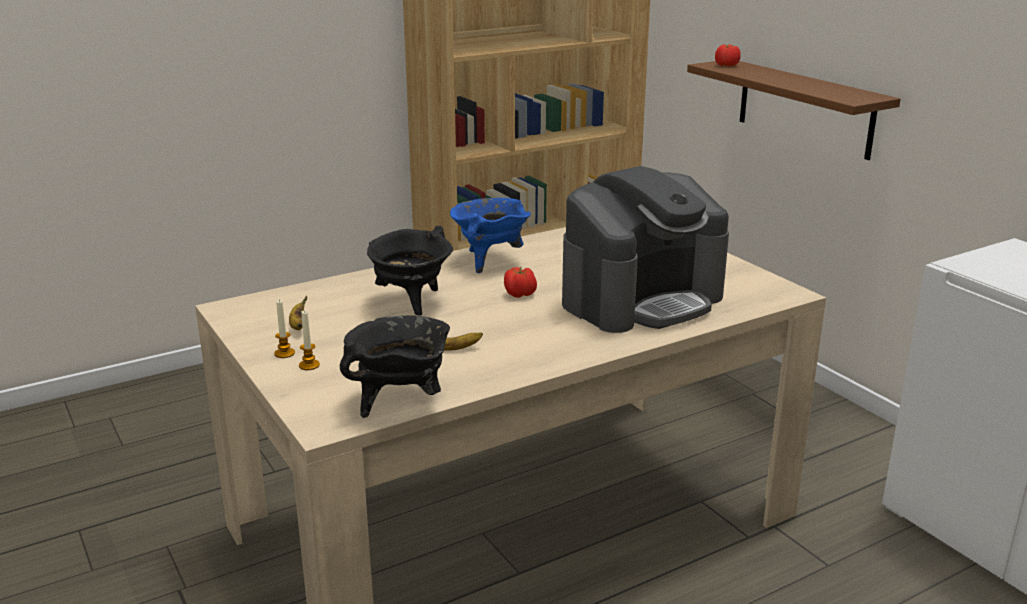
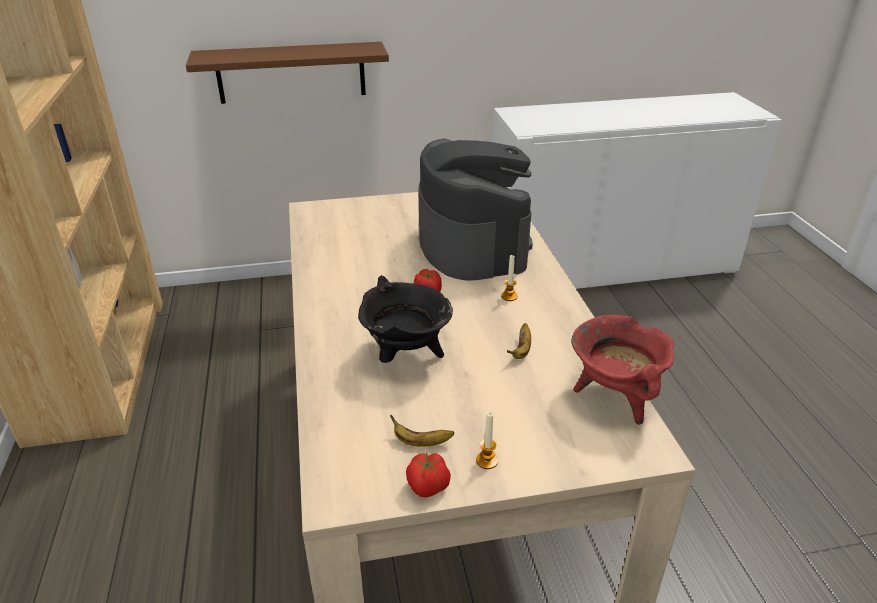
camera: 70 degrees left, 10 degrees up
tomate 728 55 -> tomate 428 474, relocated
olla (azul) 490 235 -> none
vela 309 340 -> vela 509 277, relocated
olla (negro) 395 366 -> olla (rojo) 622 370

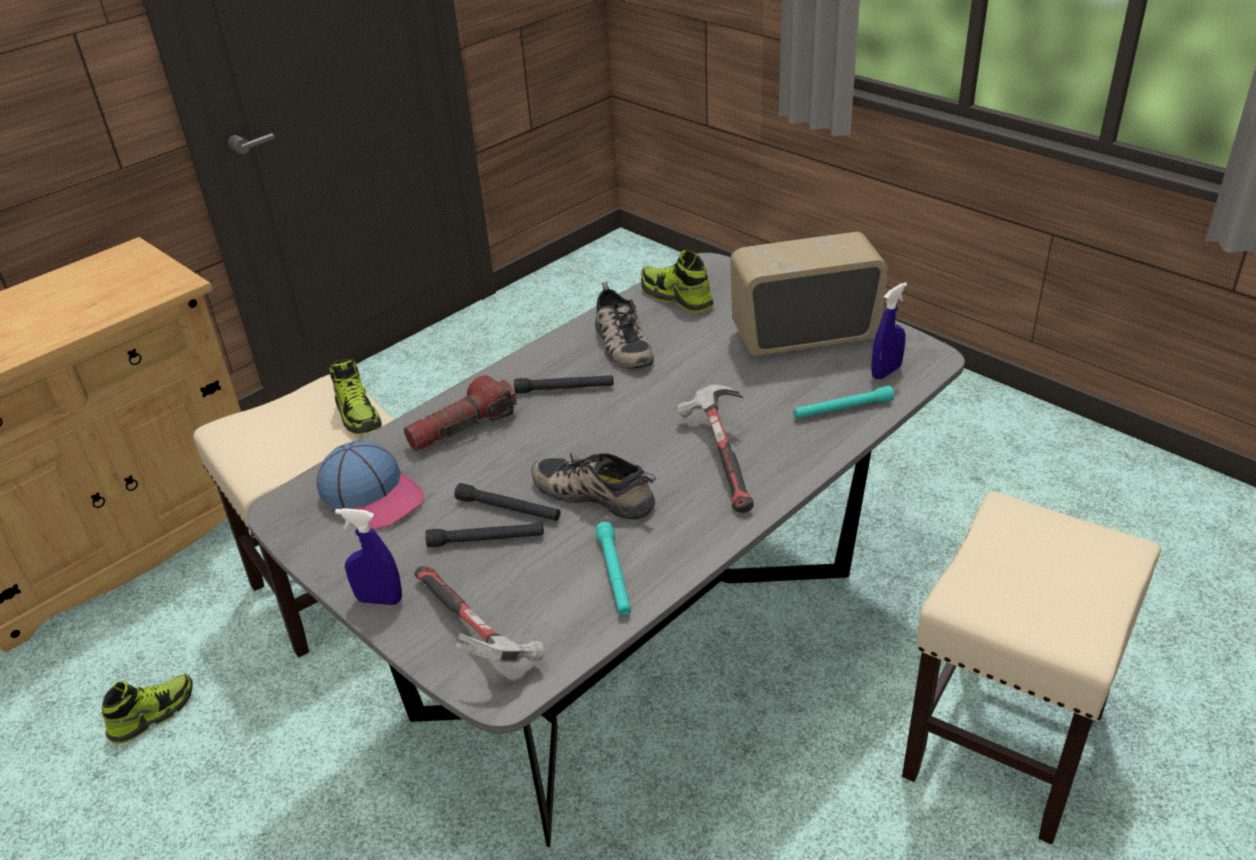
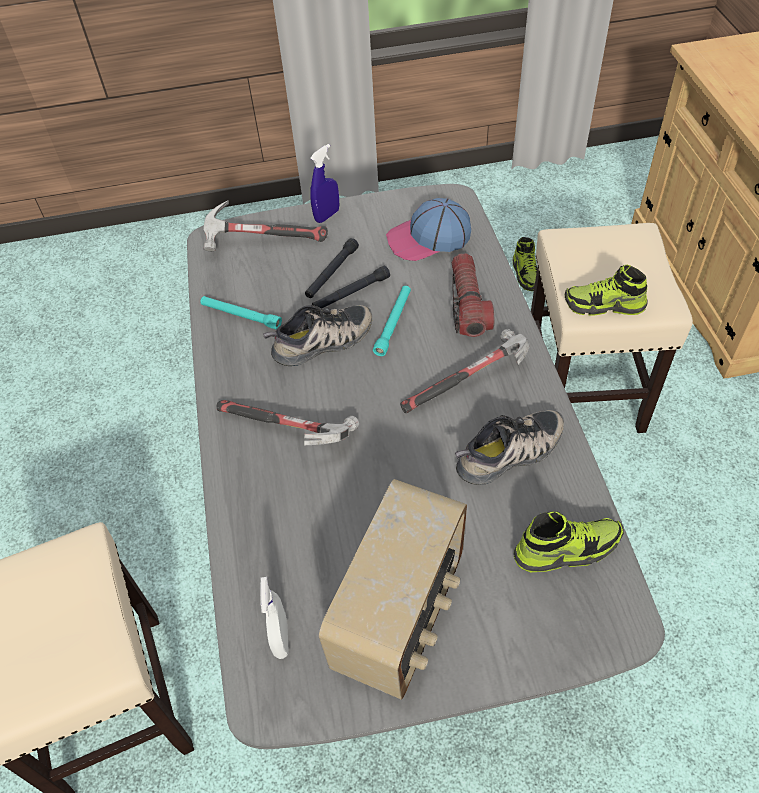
camera: 125 degrees right, 15 degrees up
zapato 624 326 -> zapato 509 447, 135 degrees clockwise
pulverizador (azul) 889 330 -> pulverizador (blanco) 274 618
linterna (negro) 564 384 -> martillo 464 371
linterna (turquesa) 843 402 -> linterna (turquesa) 392 321, relocated

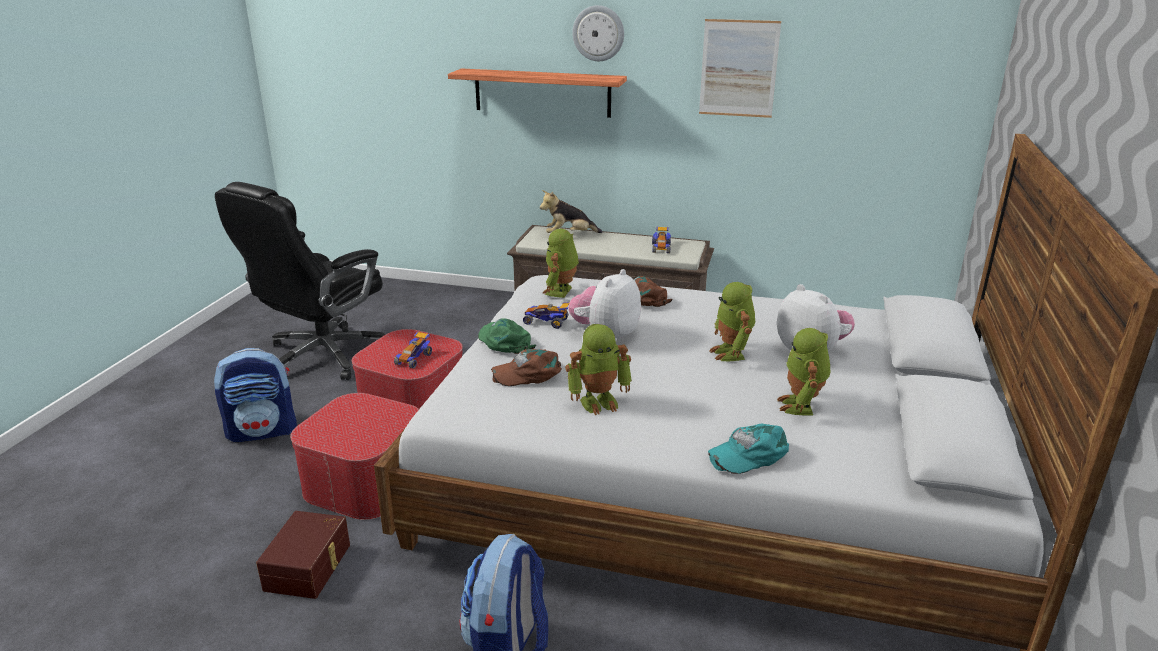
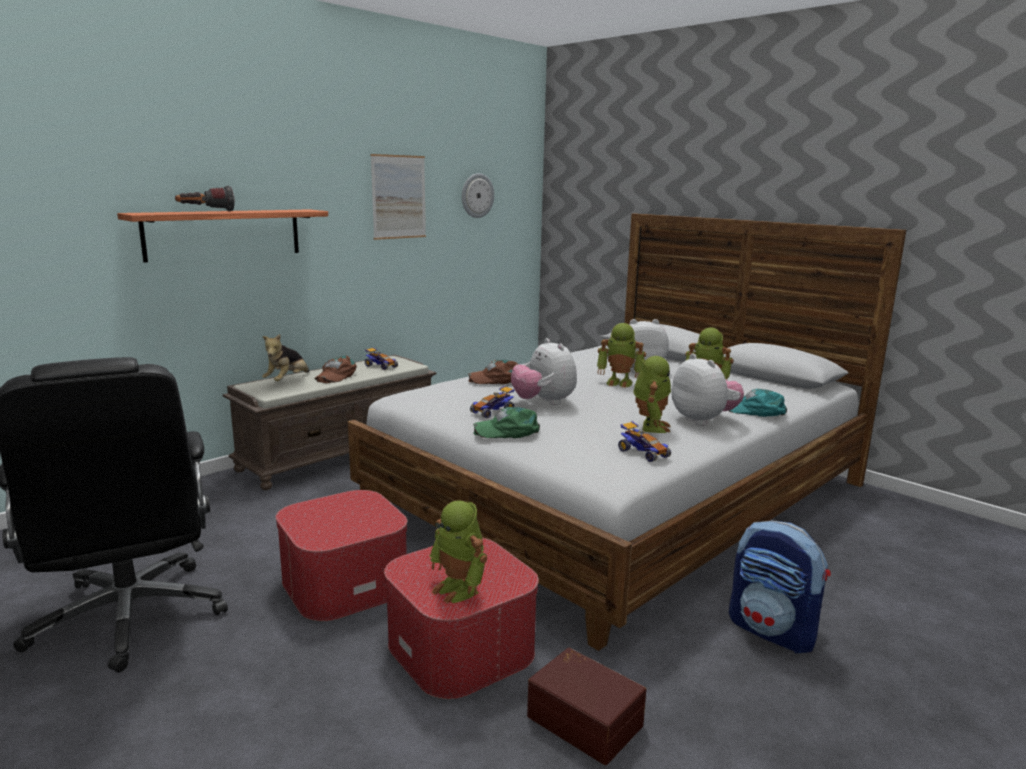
camera: 60 degrees left, 10 degrees down
reloj de pared 598 33 -> reloj de pared 478 195, relocated
robot de juguete 561 263 -> robot de juguete 458 551, relocated
coche de juguete 413 349 -> coche de juguete 644 441, relocated
mochila 255 395 -> none
gorra (marrón) 526 367 -> gorra (marrón) 336 369, relocated
gorra (turquesa) 748 449 -> gorra (turquesa) 758 403, 105 degrees clockwise
none -> linterna 205 198
none -> peluche 707 390

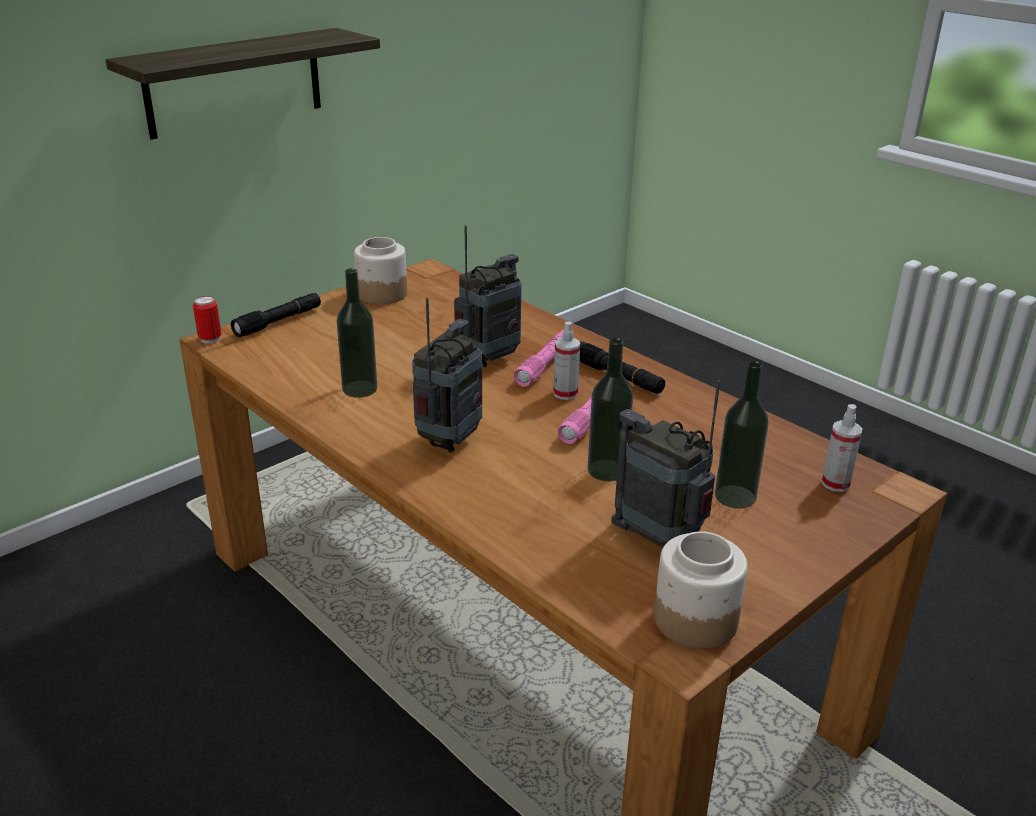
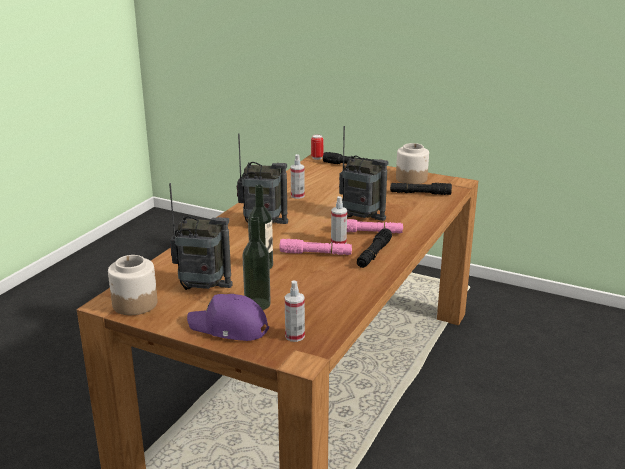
camera: 70 degrees right, 5 degrees down
estante 243 84 -> none
botella 357 333 -> pulverizador 298 176
radio 665 464 -> radio 201 236, 75 degrees clockwise
none -> linterna (negro) 421 189
none -> gorra (morado) 228 317

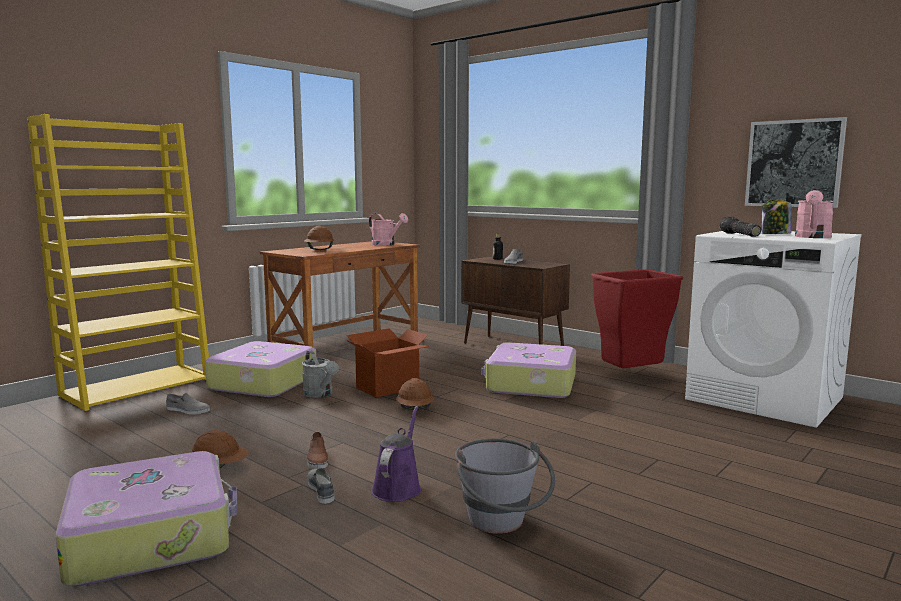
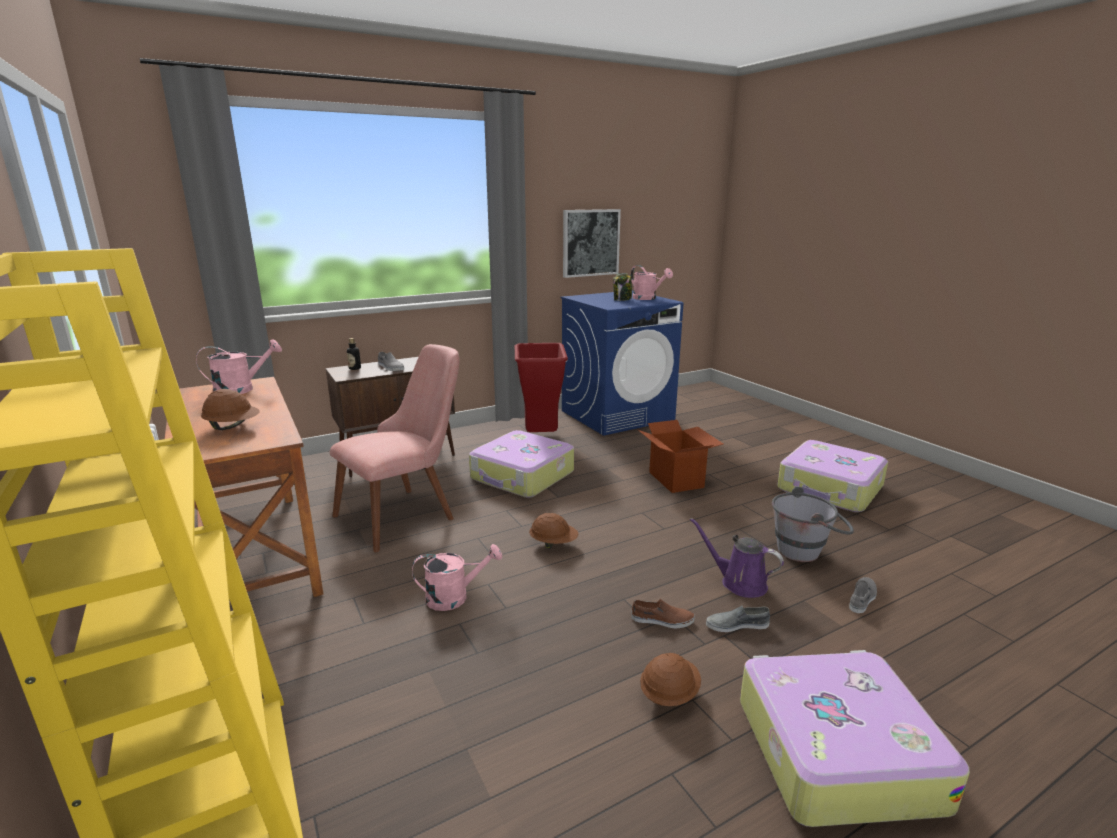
camera: 70 degrees left, 10 degrees up
linterna 740 227 -> none
lavadora (blanco) 773 329 -> lavadora (azul) 622 363
caja de cartón 387 363 -> caja de cartón 680 456, relocated
maleta 260 369 -> maleta 832 476, relocated
regadera (gris) 320 374 -> regadera (rosa) 457 577
zapato (gris) 188 403 -> zapato (gris) 863 595, relocated
none -> silla (rosa) 395 448

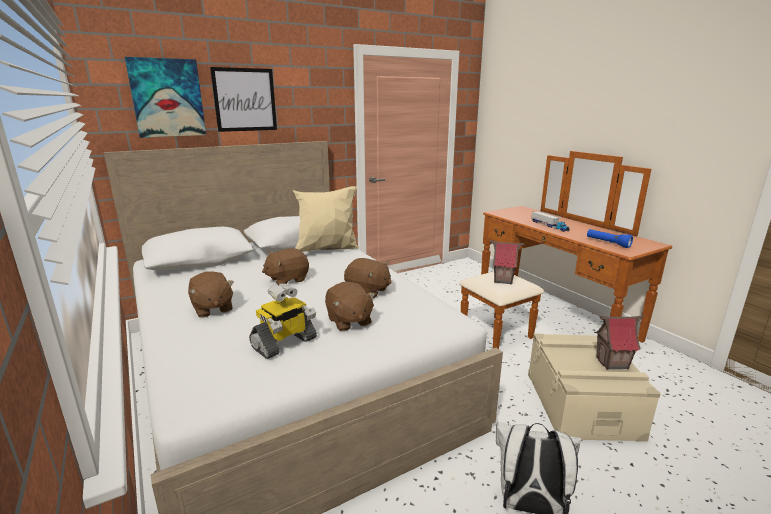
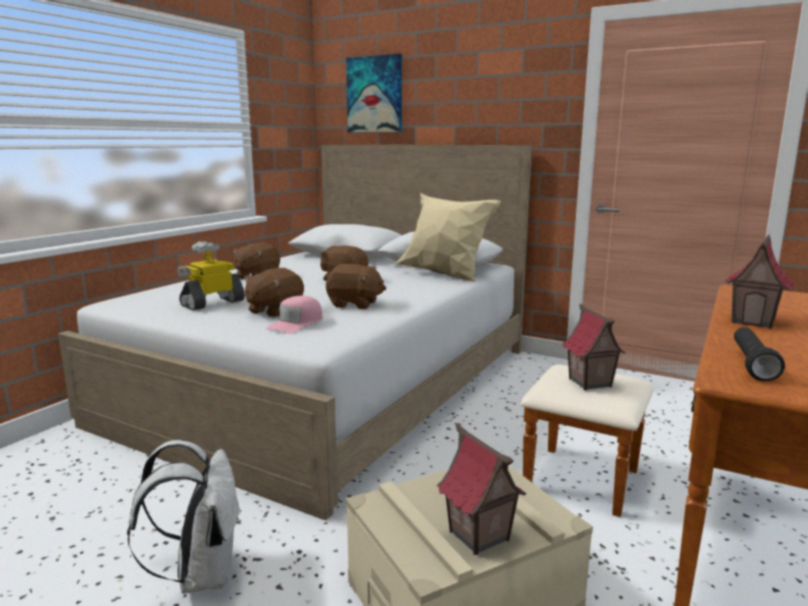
camera: 60 degrees right, 5 degrees down
cuadro 243 99 -> none
camión de juguete 551 221 -> casita 760 282
linterna (azul) 610 238 -> linterna (negro) 759 354
peluche (marrón) 367 278 -> peluche (marrón) 356 286, 75 degrees counterclockwise
robot de juguete 283 321 -> robot de juguete 211 275, 120 degrees clockwise
none -> gorra (rosa) 294 315

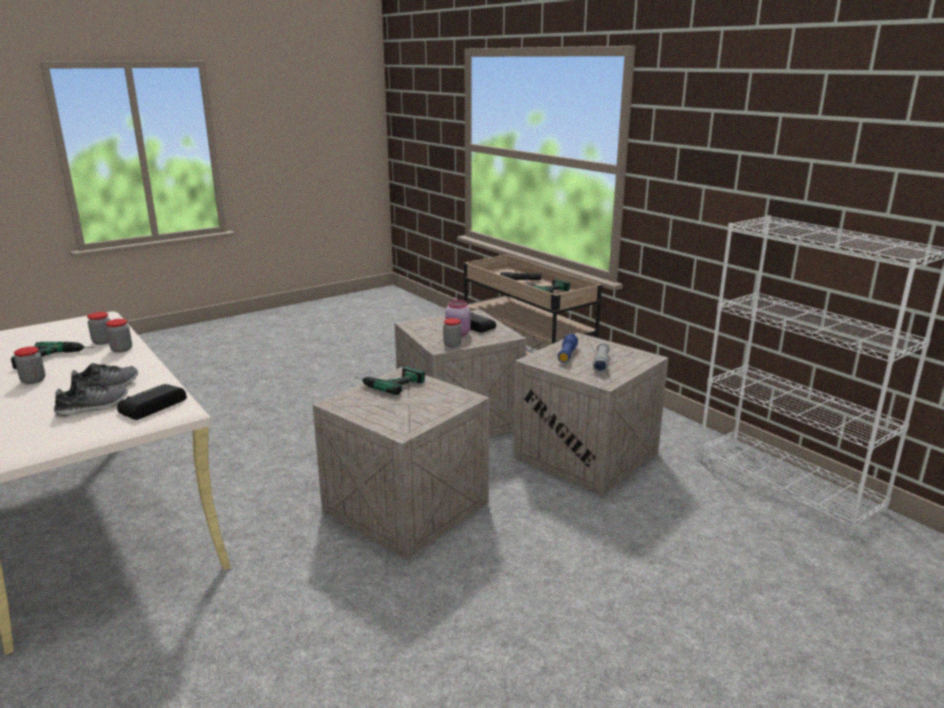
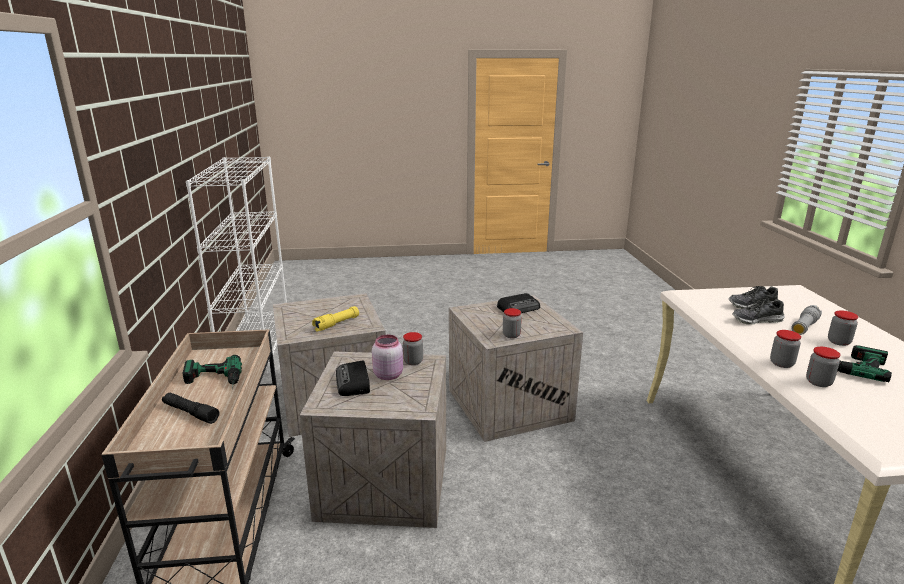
camera: 150 degrees left, 0 degrees up
linterna (azul) 568 348 -> linterna (amarillo) 335 318
linterna (gris) 601 357 -> linterna (gris) 806 320, relocated
taladro 390 380 -> tarro 512 323
radio 152 402 -> radio 518 303, relocated

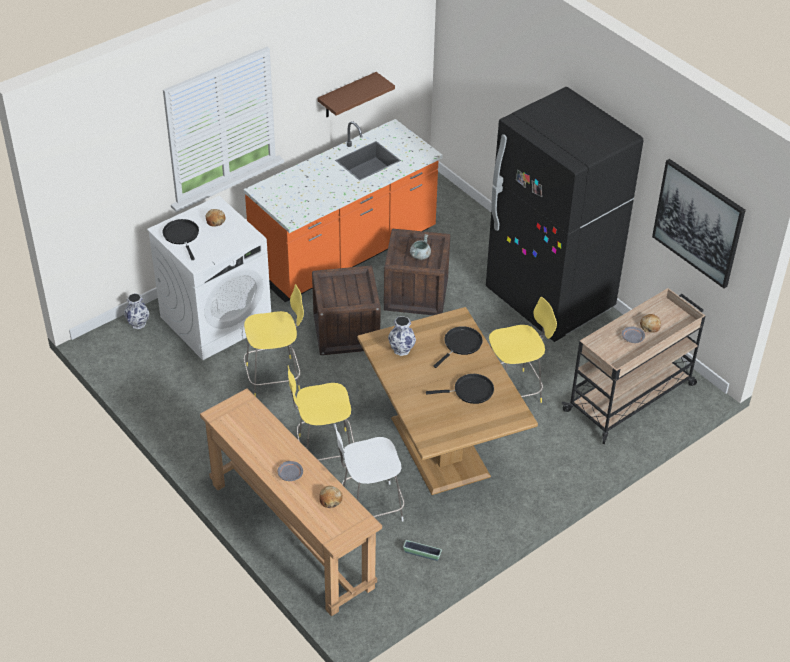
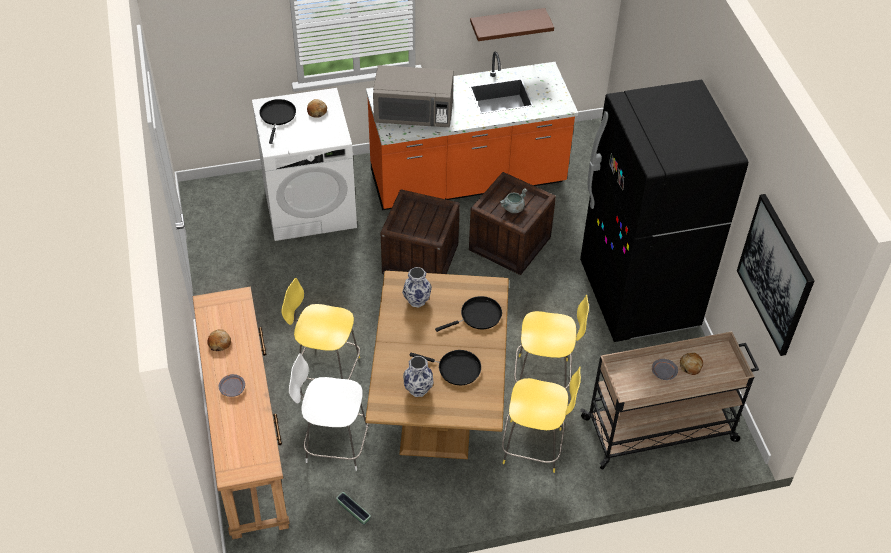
camera: 25 degrees right, 5 degrees up
taburete (amarillo) 274 340 -> taburete (amarillo) 541 420, relocated
florero 137 311 -> florero 418 376, relocated
pan 330 497 -> pan 219 340, relocated
none -> microondas (gris) 413 96

